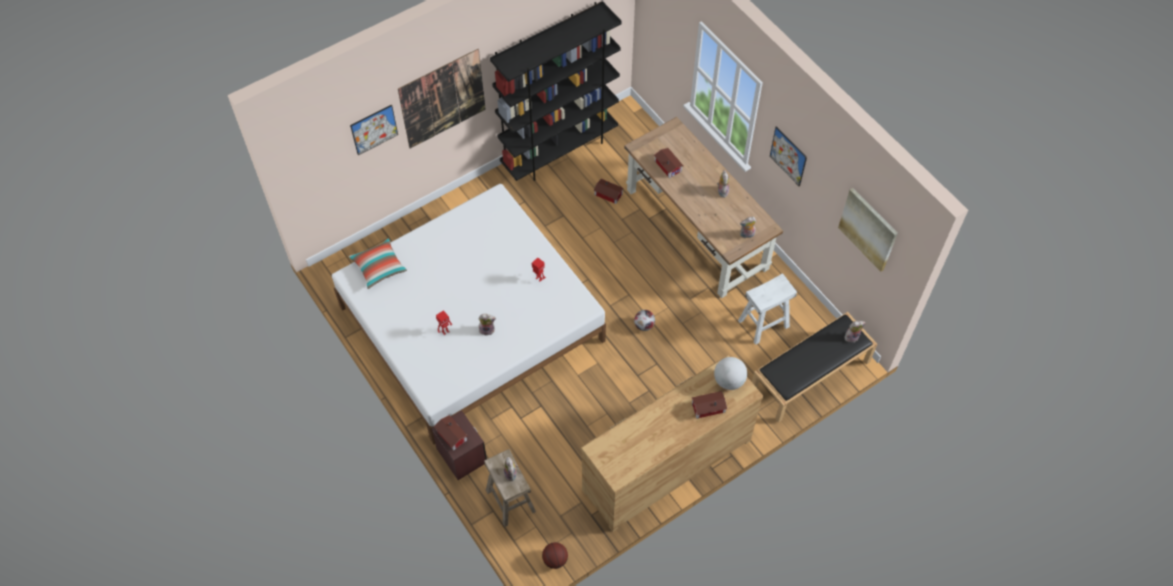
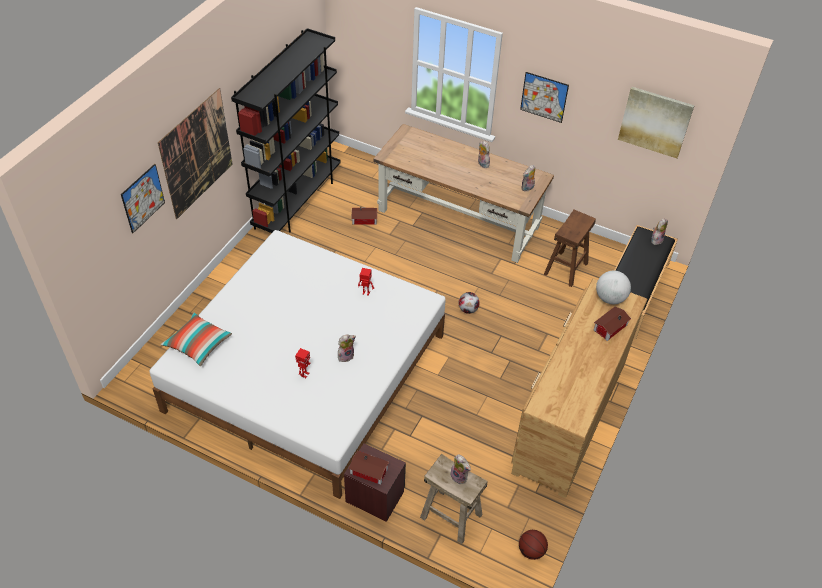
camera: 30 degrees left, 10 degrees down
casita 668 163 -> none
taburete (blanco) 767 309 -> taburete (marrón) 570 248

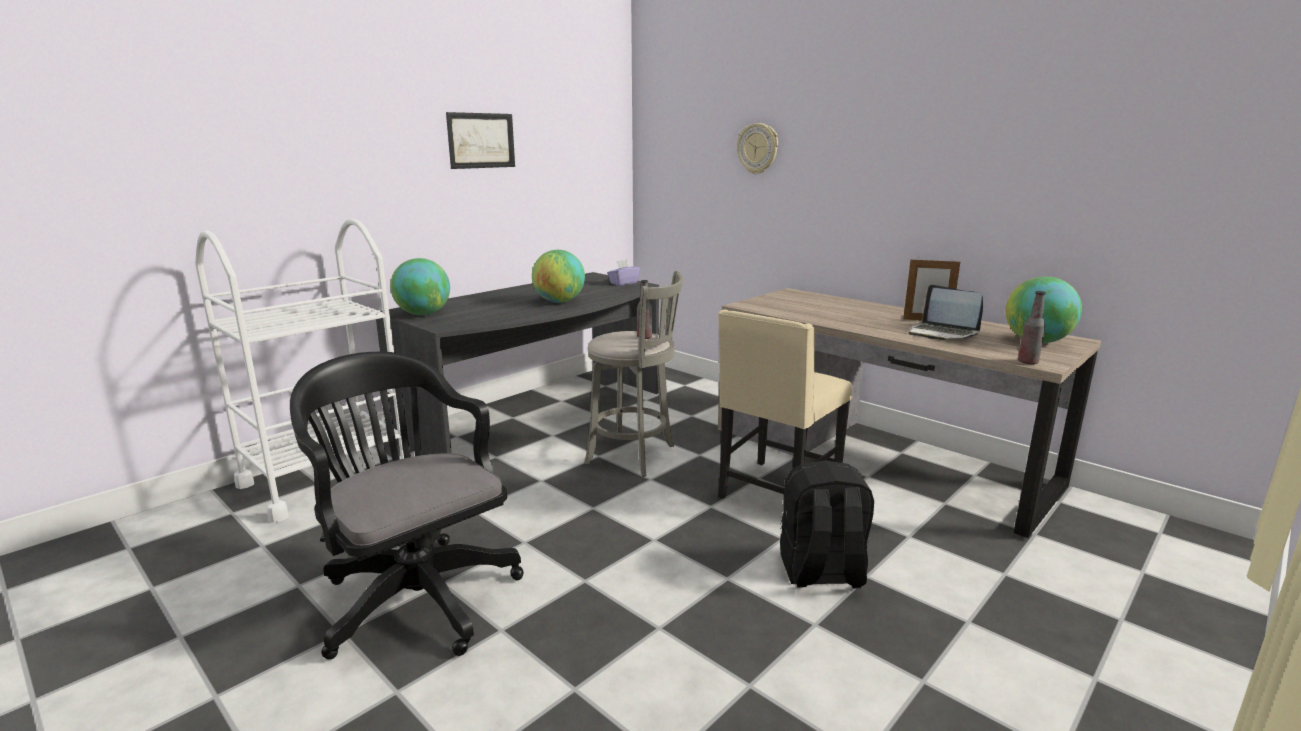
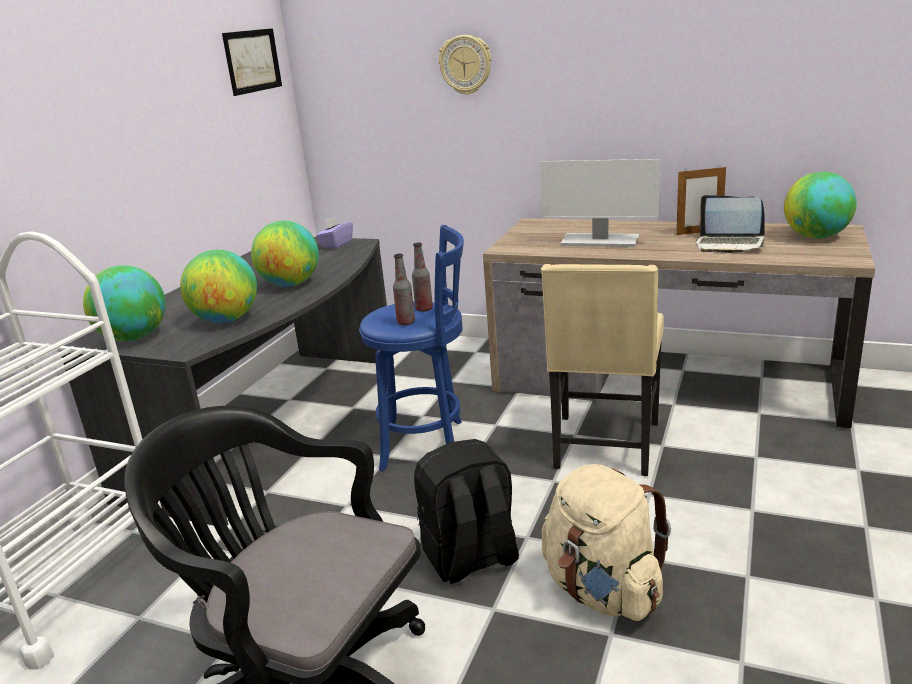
camera: 20 degrees left, 5 degrees up
cuadro 480 140 -> cuadro 252 62, relocated
taburete (gris) 633 374 -> taburete (azul) 411 348
botella 1032 328 -> botella 404 289, relocated
mochila (negro) 827 524 -> mochila (negro) 466 511, relocated
none -> monitor 600 203
none -> globo terráqueo 218 286
none -> mochila (beis) 606 542

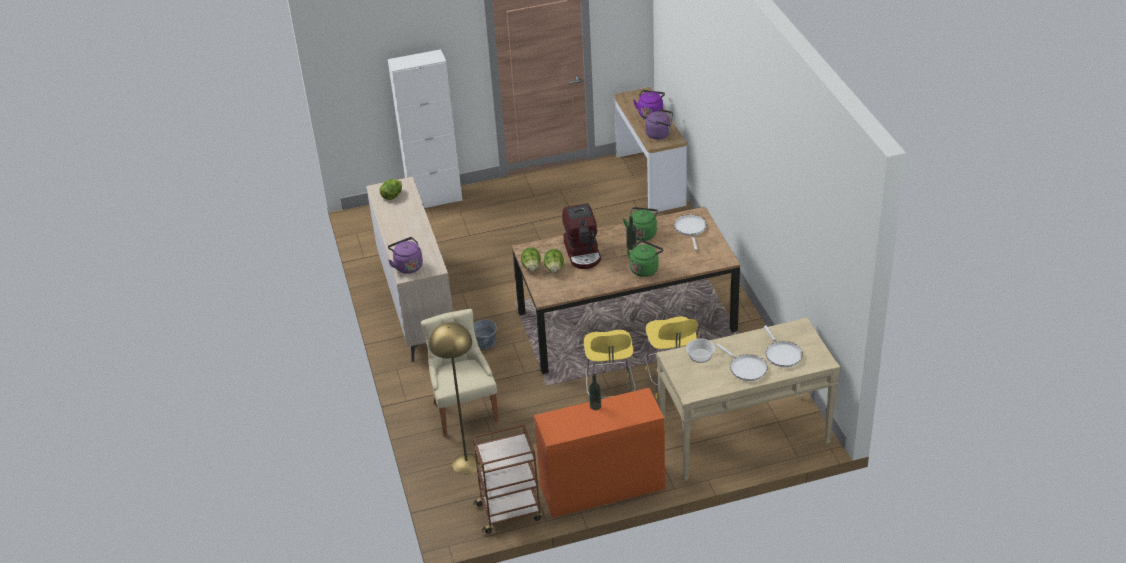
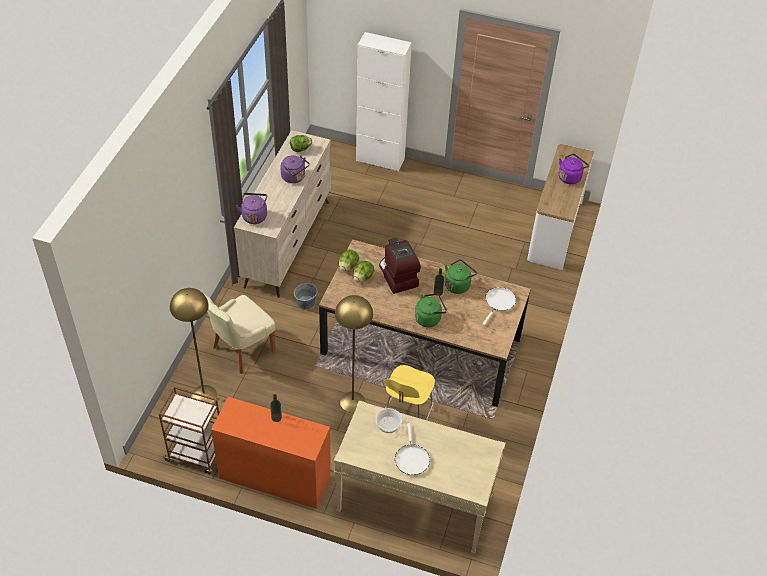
camera: 30 degrees right, 10 degrees up
hervidor (morado) 659 124 -> hervidor (morado) 295 169, relocated
cafetera 581 236 -> cafetera 400 266, 135 degrees clockwise
silla (beis) 460 372 -> silla (beis) 240 334, 150 degrees counterclockwise
sartén (blanco) 783 346 -> none
taburete (amarillo) 610 364 -> lámpara de pie (amarillo) 354 354

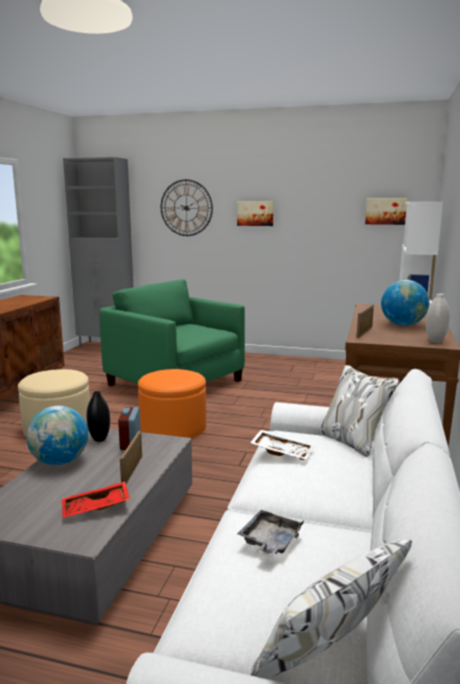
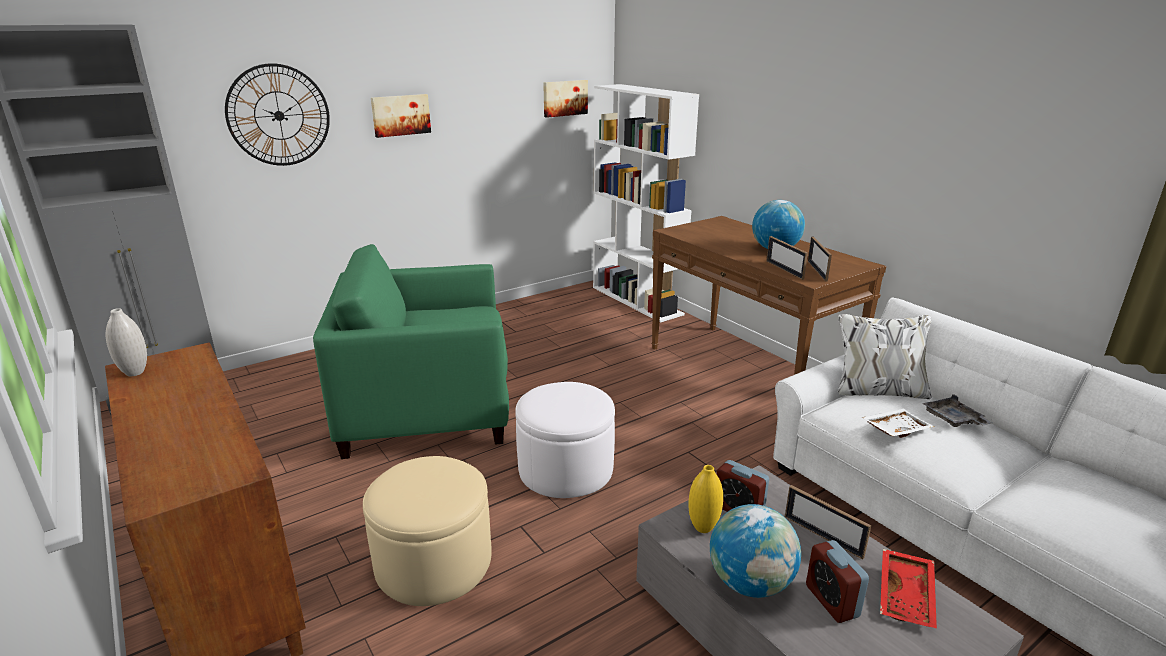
camera: 50 degrees left, 10 degrees up
florero (blanco) 438 318 -> florero (blanco) 126 342, relocated
puf (naranja) 172 403 -> puf (blanco) 565 440
florero (negro) 98 416 -> florero (amarillo) 705 499
bandeja (gris) 270 533 -> bandeja (gris) 957 410, relocated
none -> portarretratos 820 259
none -> despertador 837 581

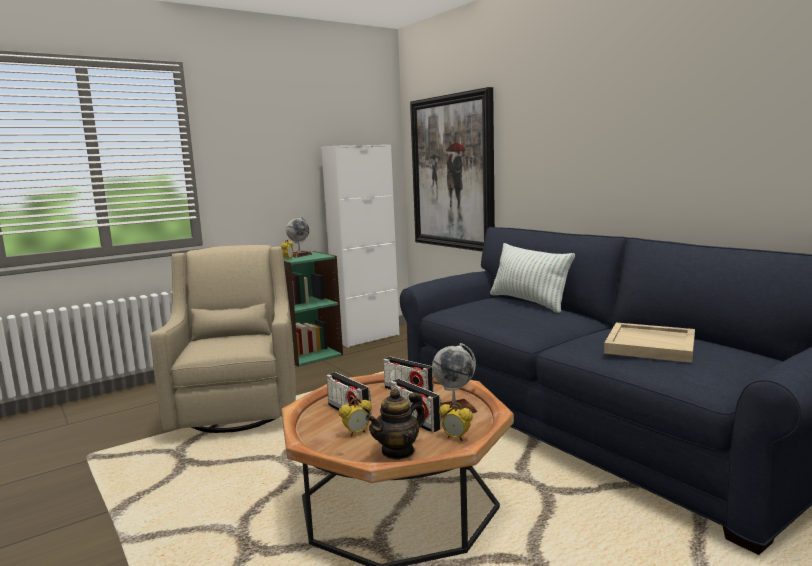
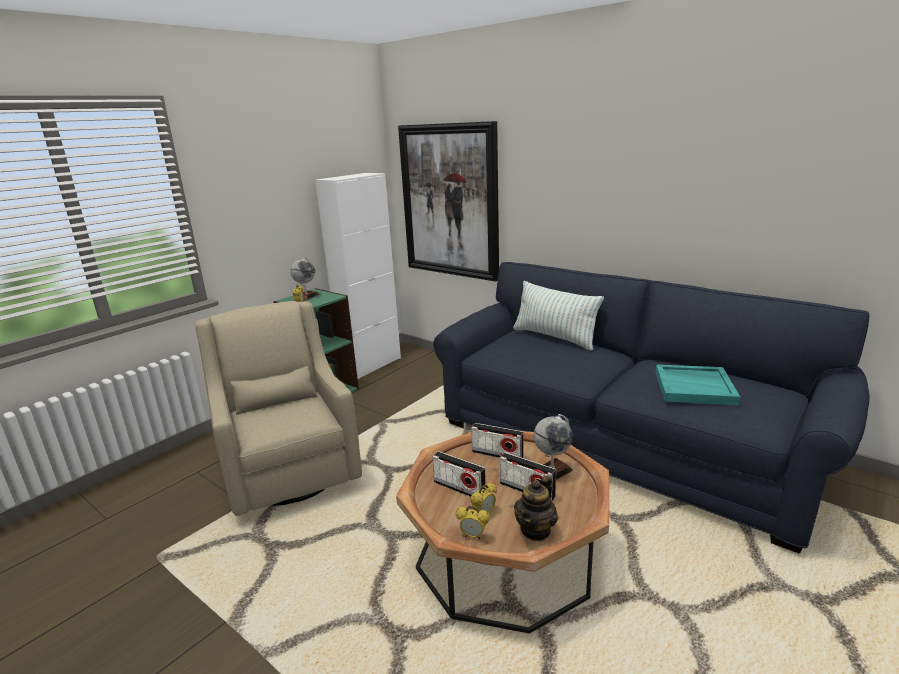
camera: 15 degrees left, 10 degrees up
bandeja (beis) 649 343 -> bandeja (turquesa) 697 385
despertador 456 421 -> despertador 473 522, relocated

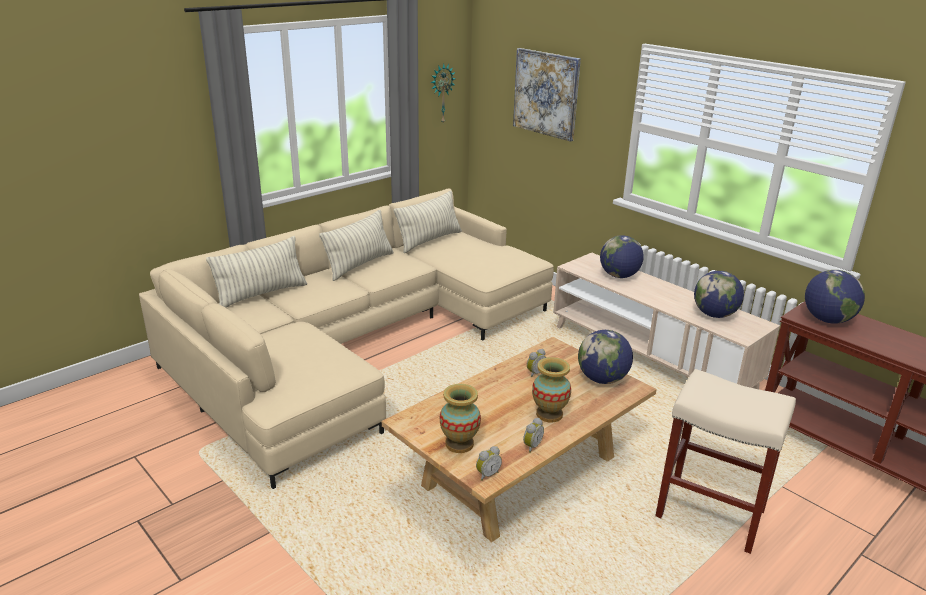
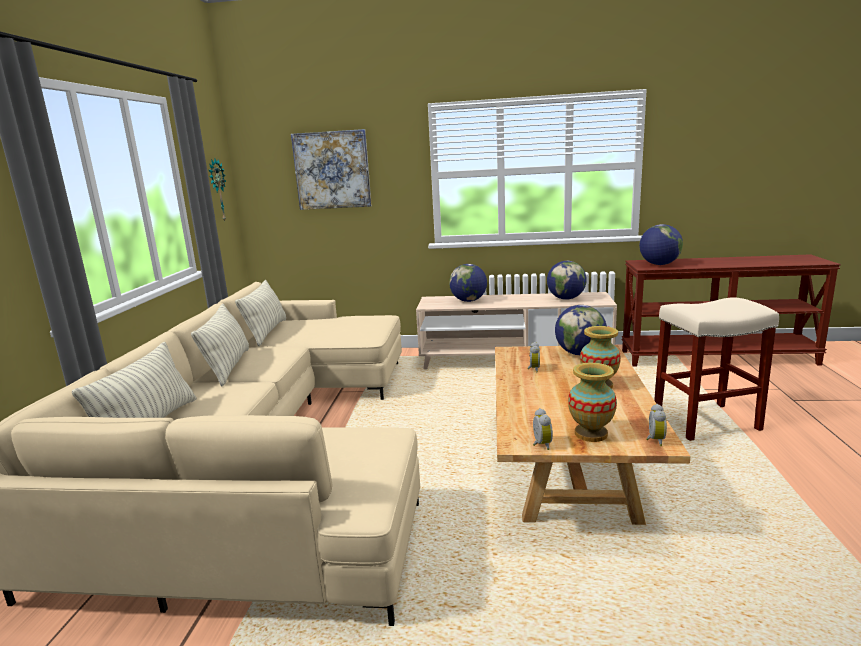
camera: 40 degrees left, 10 degrees down
despertador 533 435 -> despertador 543 429, relocated

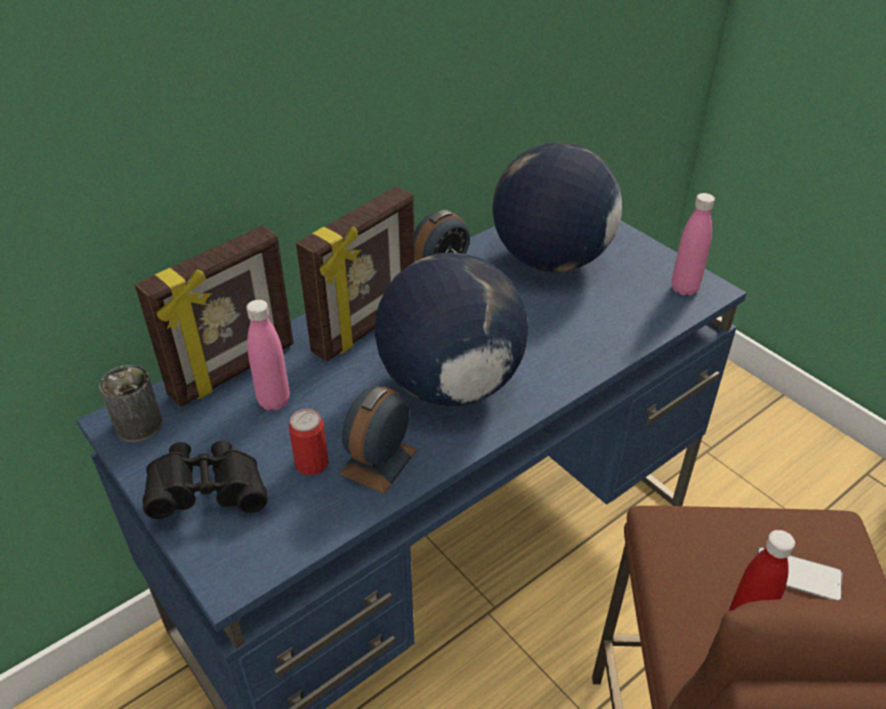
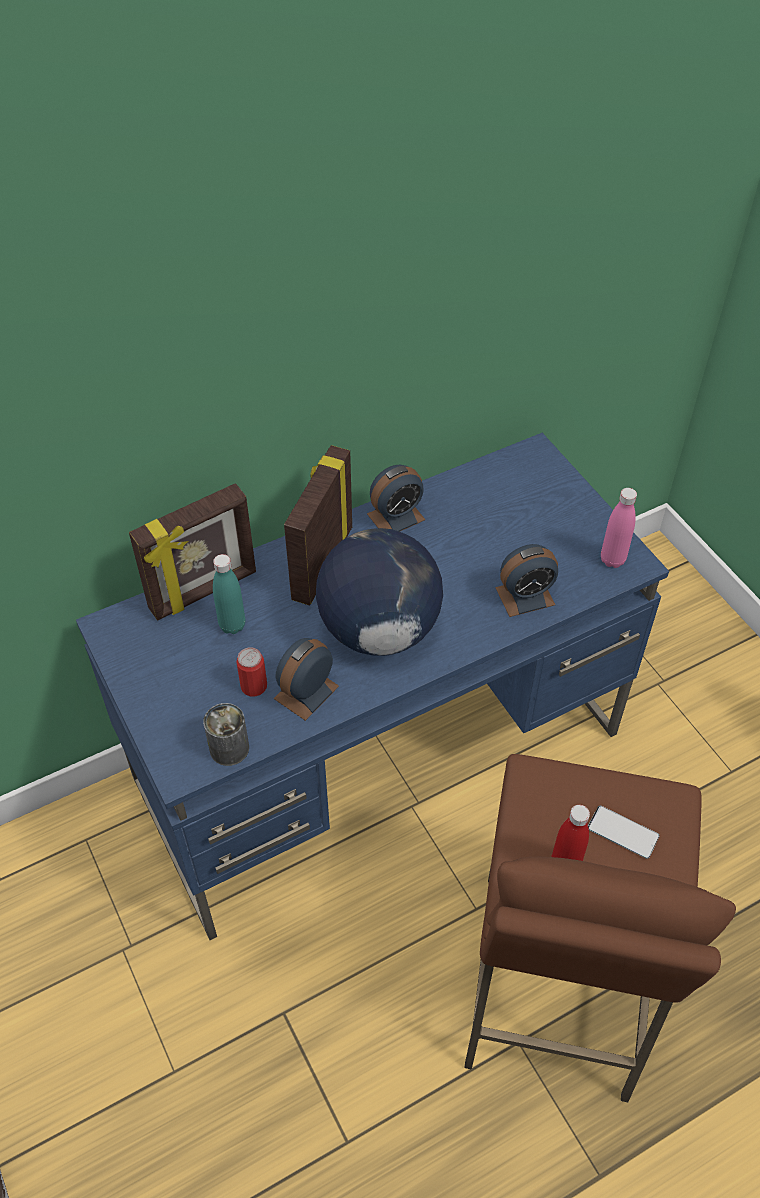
camera: 10 degrees right, 10 degrees up
globo terráqueo 557 207 -> none
portarretratos 355 273 -> portarretratos 318 525, 150 degrees clockwise
botella (rosa) 268 355 -> botella (turquesa) 229 594
lata 130 403 -> lata 226 734, relocated
prismáticos (negro) 205 479 -> none
none -> despertador 526 580

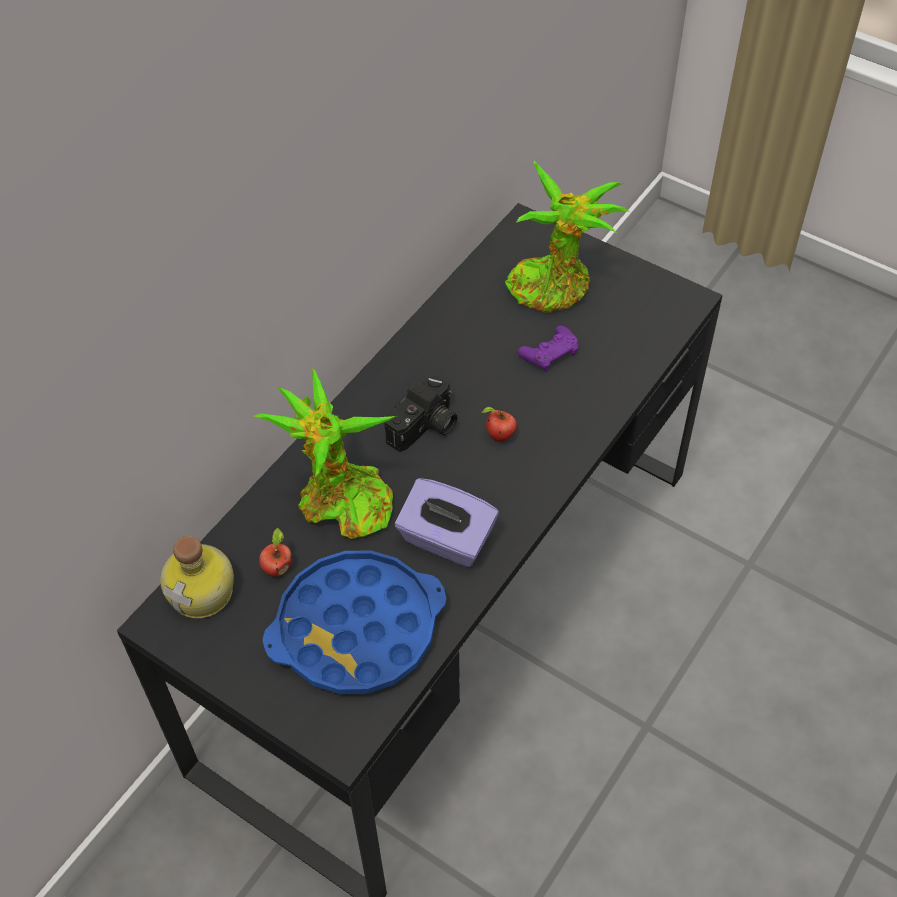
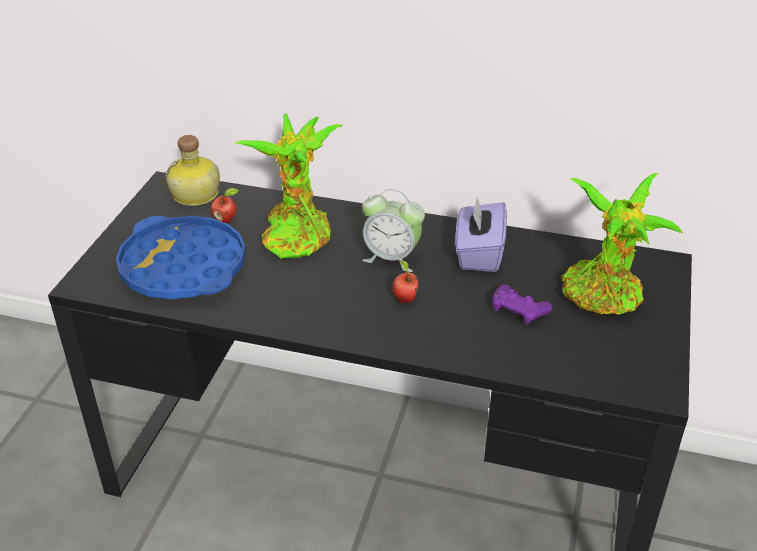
camera: 70 degrees right, 15 degrees down
cámara 420 413 -> despertador 393 230
caja de pañuelos (morado) 447 522 -> caja de pañuelos (morado) 481 234, relocated

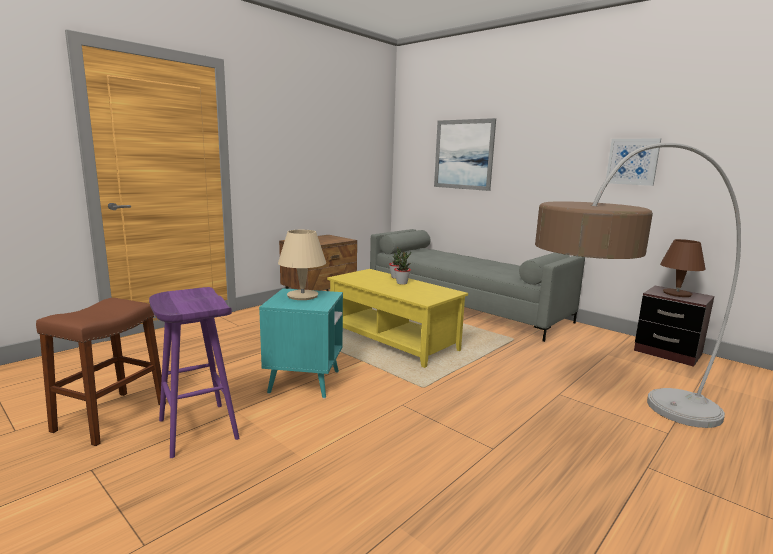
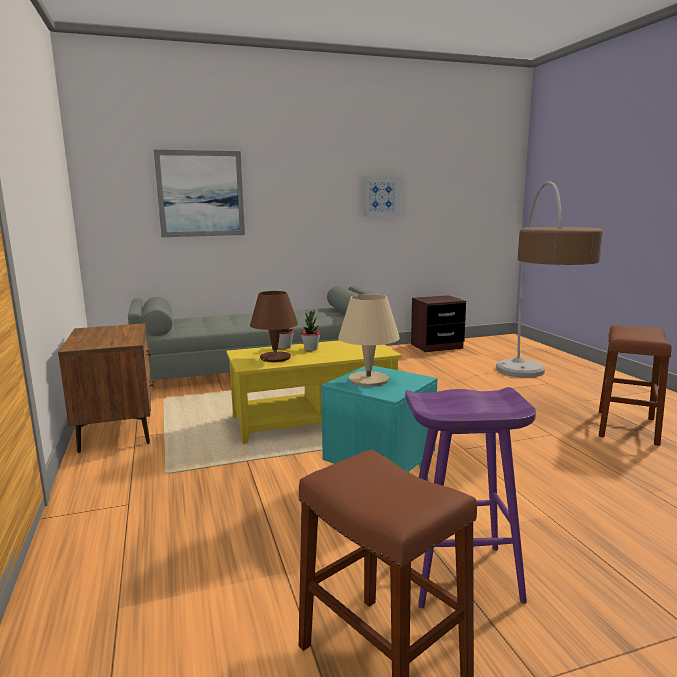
camera: 60 degrees left, 0 degrees up
lámpara de mesa (marrón) 683 268 -> lámpara de mesa (marrón) 274 326, relocated
none -> taburete (marrón) 635 385

